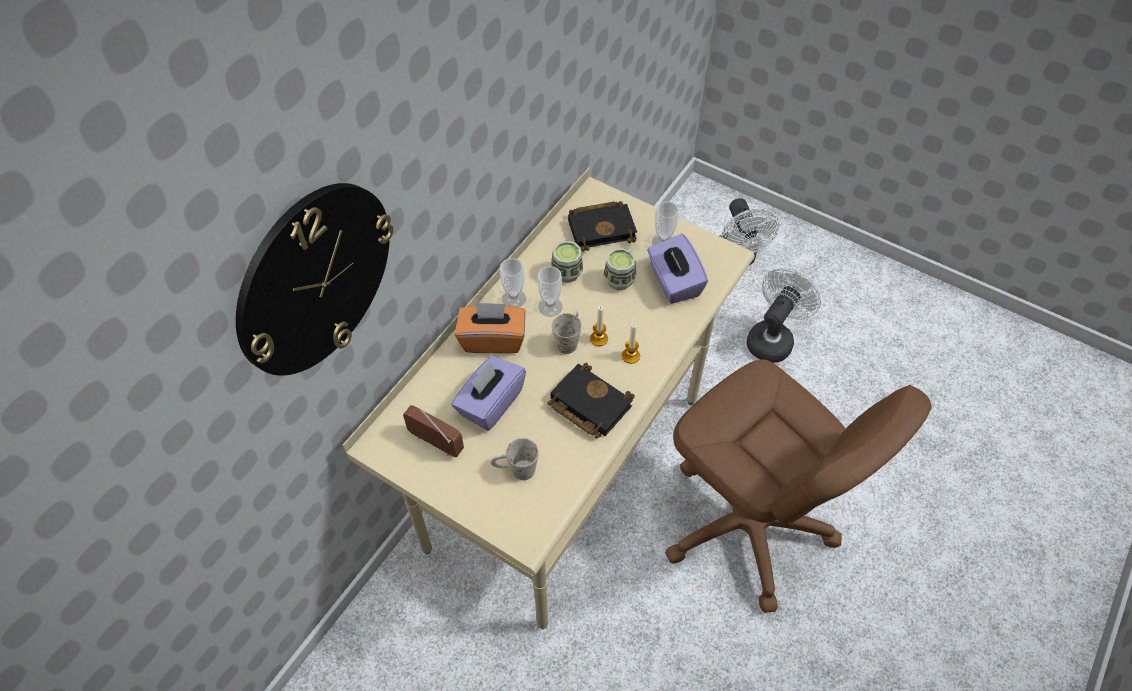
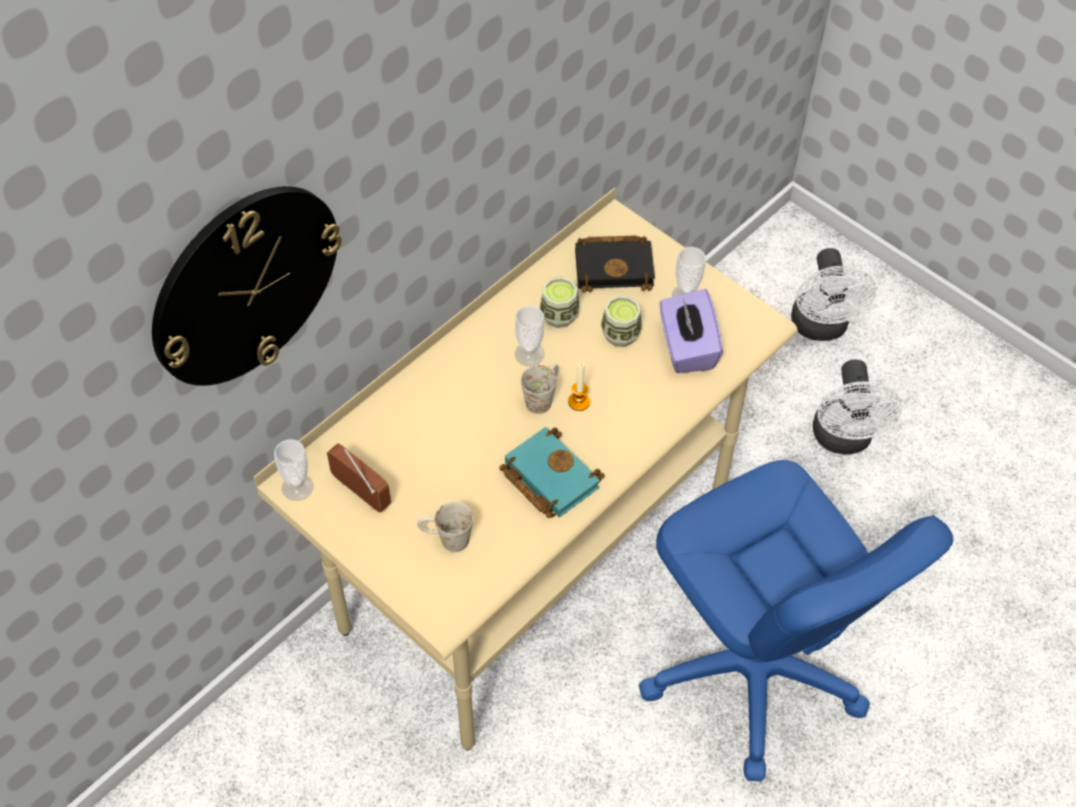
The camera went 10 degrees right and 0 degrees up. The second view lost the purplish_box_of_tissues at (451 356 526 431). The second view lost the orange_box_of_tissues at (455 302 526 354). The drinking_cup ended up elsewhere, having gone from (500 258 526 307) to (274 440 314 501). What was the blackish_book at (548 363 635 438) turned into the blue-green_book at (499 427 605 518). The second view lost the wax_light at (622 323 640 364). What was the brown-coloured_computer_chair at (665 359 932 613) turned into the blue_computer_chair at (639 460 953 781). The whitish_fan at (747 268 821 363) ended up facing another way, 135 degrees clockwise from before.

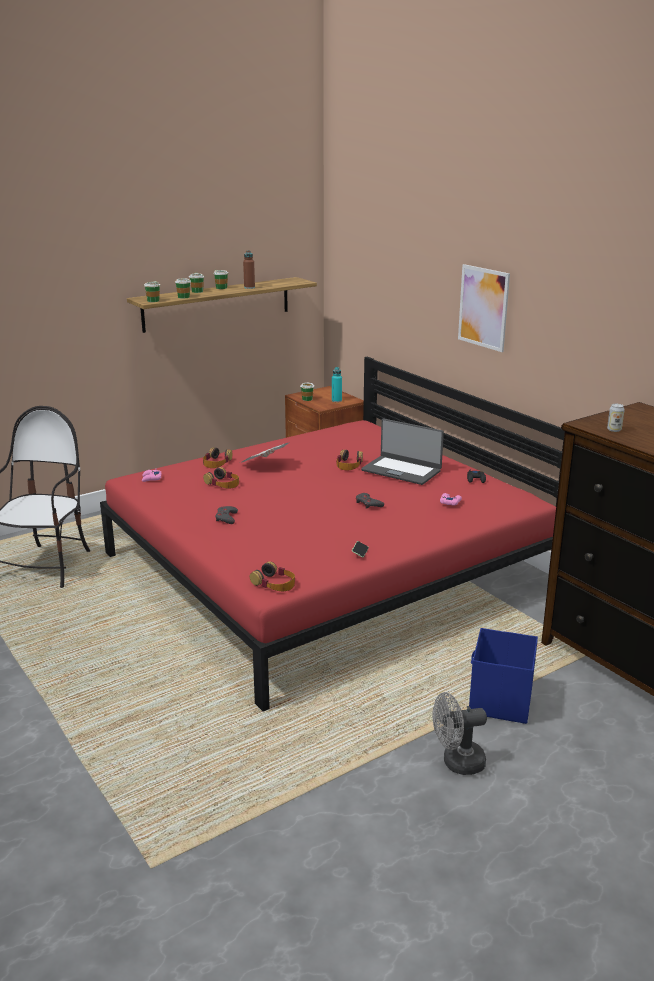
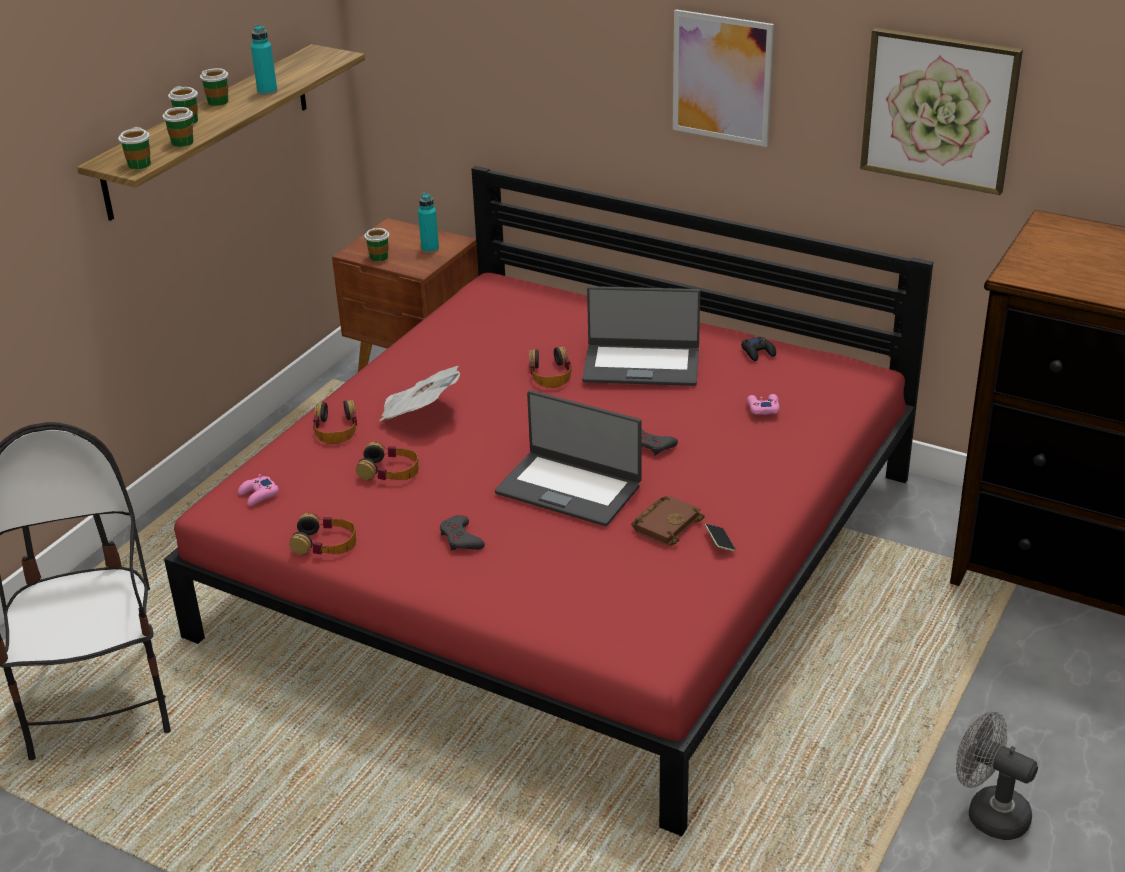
The camera went 25 degrees left and 10 degrees up. What was the brown-coloured_drink_bottle at (243 250 255 289) turned into the blue-green_drink_bottle at (251 25 277 95). The headphones ended up elsewhere, having gone from (250 561 295 591) to (289 513 356 555). The grey_fan at (432 692 487 775) ended up facing another way, 75 degrees clockwise from before. The second view lost the blue_storage_box at (469 628 538 724). The second view lost the sealed_can at (607 404 625 432). The second view gained the notebook_computer at (495 390 642 526). The second view gained the brown-coloured_book at (631 496 705 546). The second view gained the wall_art at (860 28 1023 195).

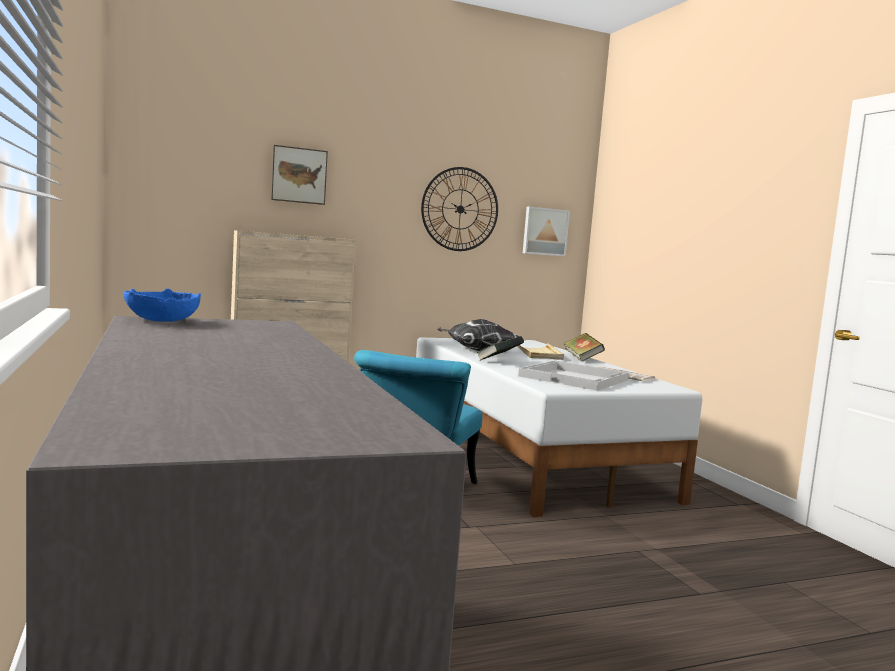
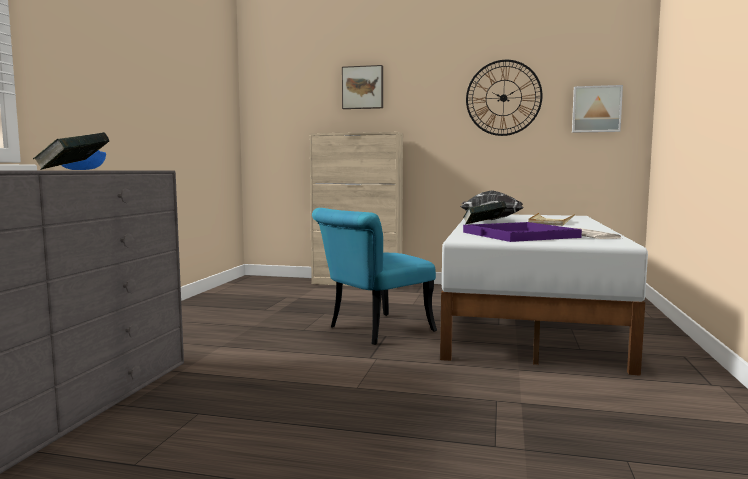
The camera went 35 degrees right and 0 degrees up. What was the whitish_carrying_tray at (518 360 629 391) turned into the purplish_carrying_tray at (463 222 582 242). The book ended up elsewhere, having gone from (563 333 605 362) to (33 132 110 170).

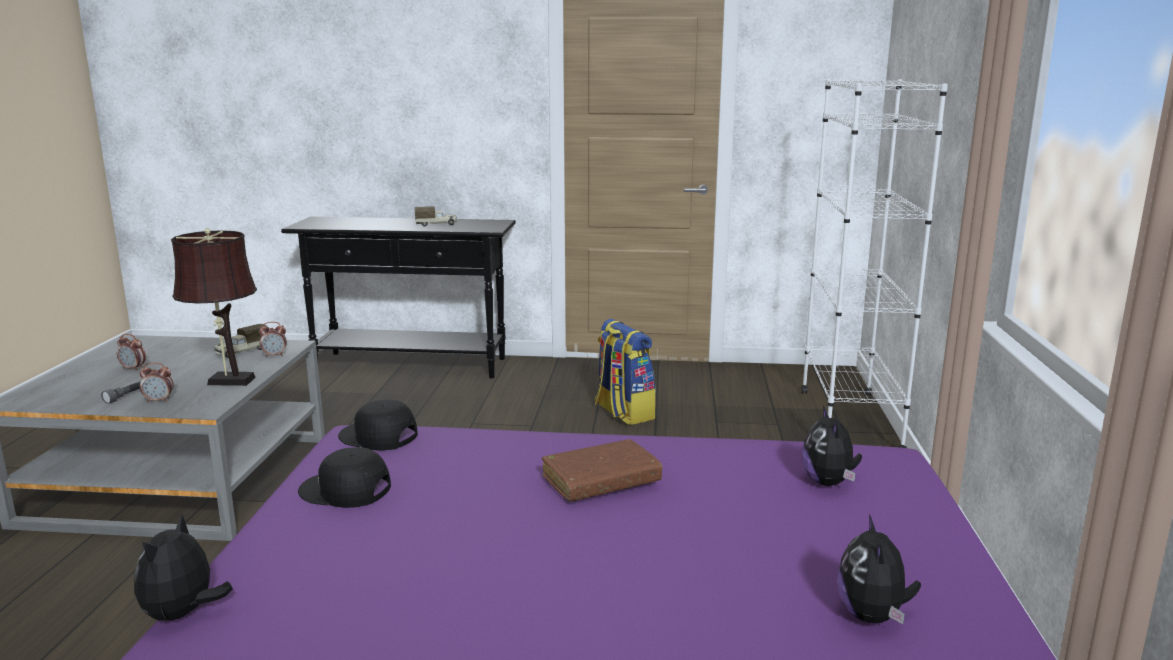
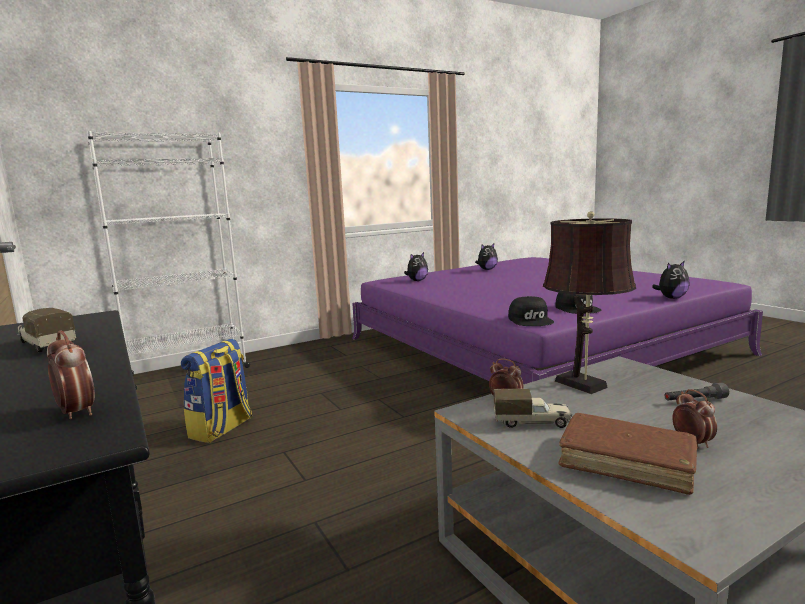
The camera went 125 degrees left and 5 degrees down. The alarm_clock ended up elsewhere, having gone from (140 363 174 403) to (47 330 95 419). The brown-coloured_book ended up elsewhere, having gone from (542 439 663 501) to (559 413 697 495).

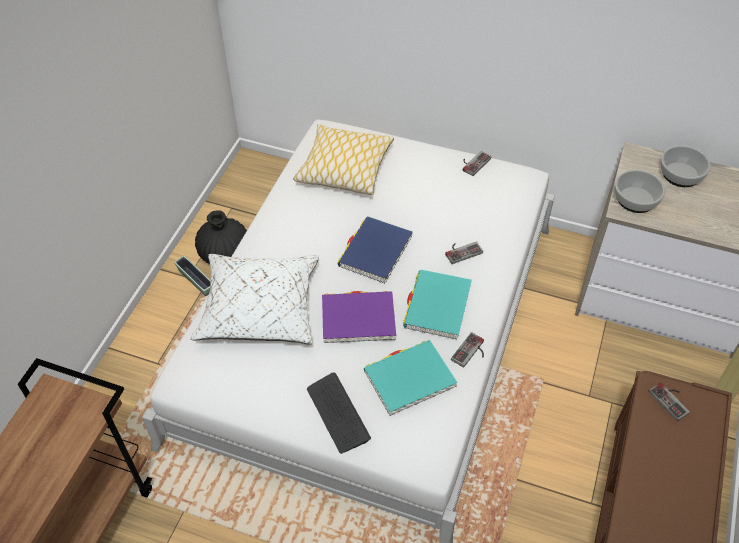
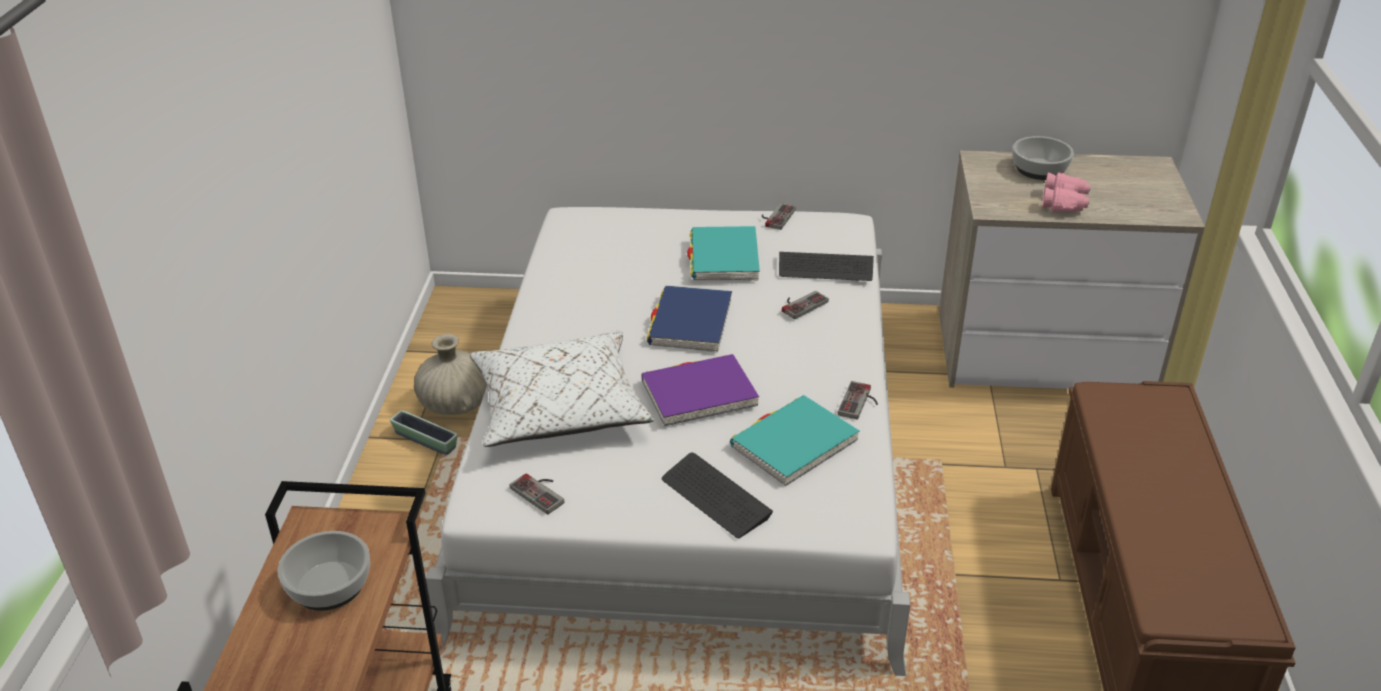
The camera went 15 degrees left and 15 degrees down. What was the blackish_flower_vase at (195 210 247 264) turned into the sand-coloured_flower_vase at (414 334 487 415). The second view lost the pillow at (293 124 394 195). The blue-green_book ended up elsewhere, having gone from (403 270 472 340) to (687 226 760 281). The serving_bowl ended up elsewhere, having gone from (614 170 665 213) to (277 531 370 611). The gamepad ended up elsewhere, having gone from (648 382 690 421) to (510 473 564 514). The second view gained the PC_keyboard at (779 252 874 281). The second view gained the pink_field_glasses at (1042 172 1091 213).

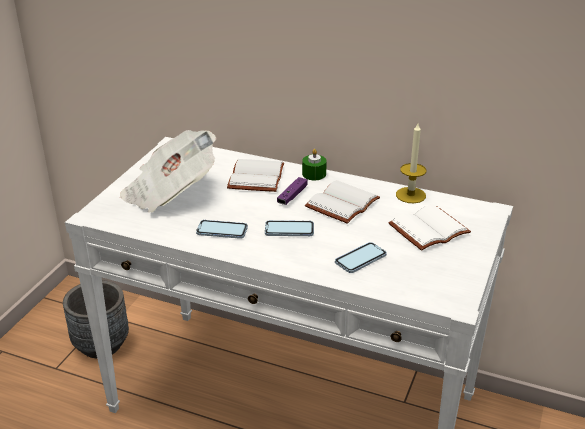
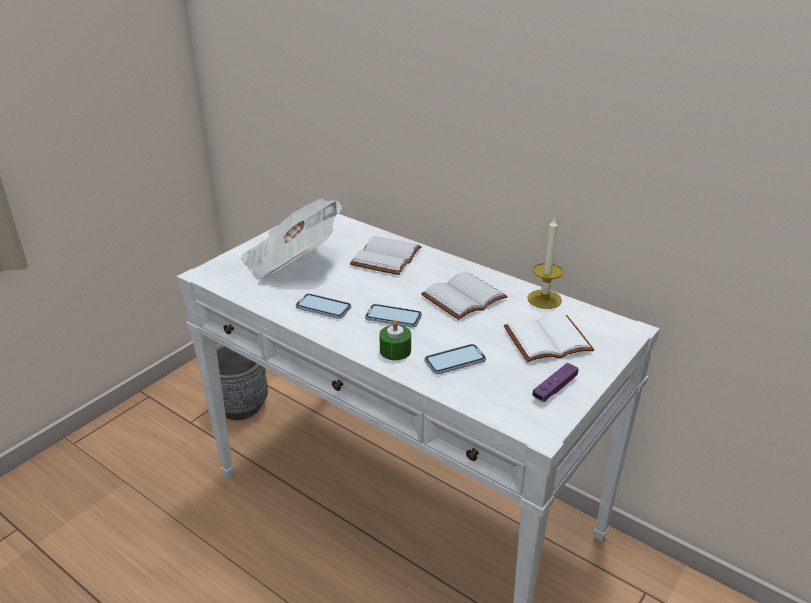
The camera went 15 degrees right and 0 degrees up. The purplish_gamepad ended up elsewhere, having gone from (277 177 308 205) to (532 363 579 402). The green-coloured_wax_light ended up elsewhere, having gone from (302 149 327 180) to (379 319 411 360).

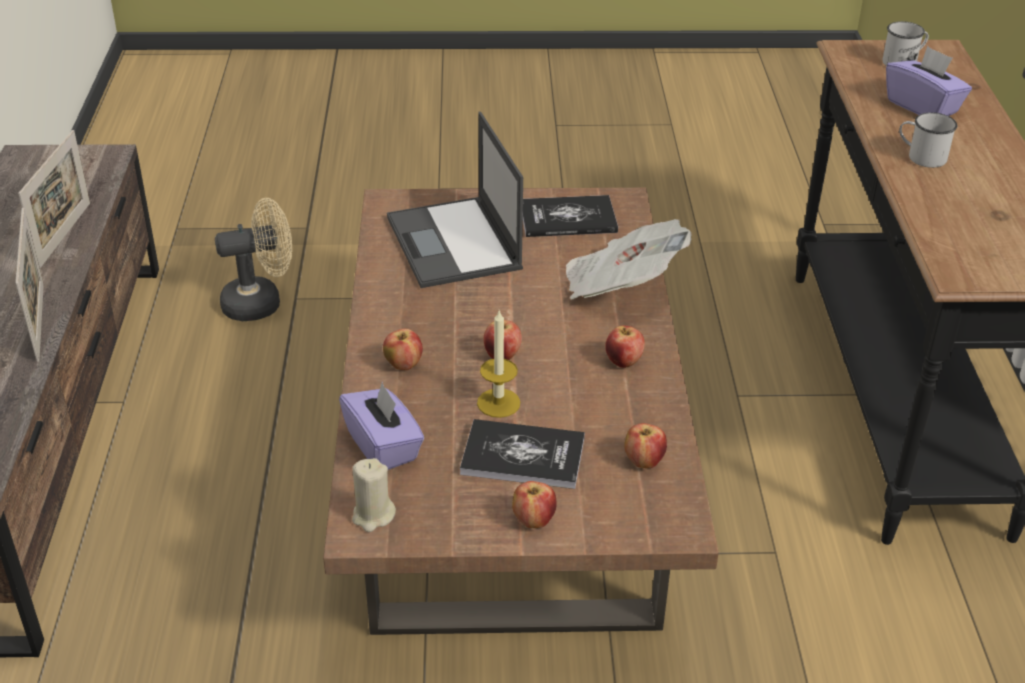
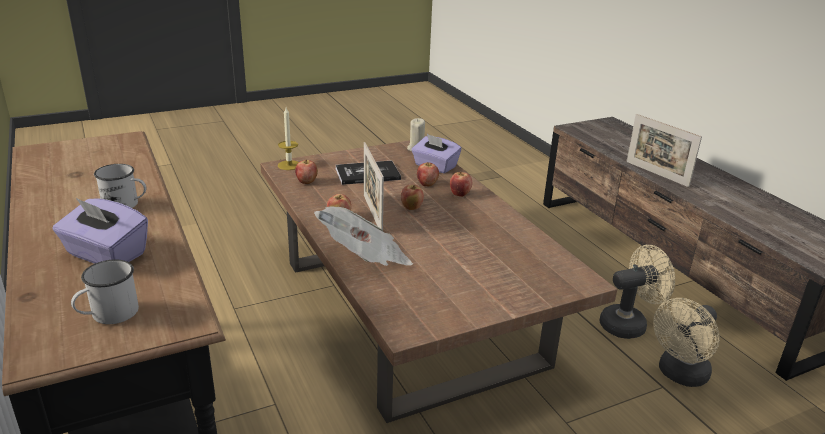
The camera went 155 degrees right and 10 degrees down. The photo_frame ended up elsewhere, having gone from (18 130 90 268) to (364 142 384 230). The second view lost the notebook_computer at (387 112 523 288). The wax_light ended up elsewhere, having gone from (477 311 521 418) to (278 107 299 170). The apple_fruit ended up elsewhere, having gone from (512 481 557 528) to (417 162 439 186). The second view lost the book at (523 195 618 237). The second view gained the sand-coloured_fan at (599 245 675 339).

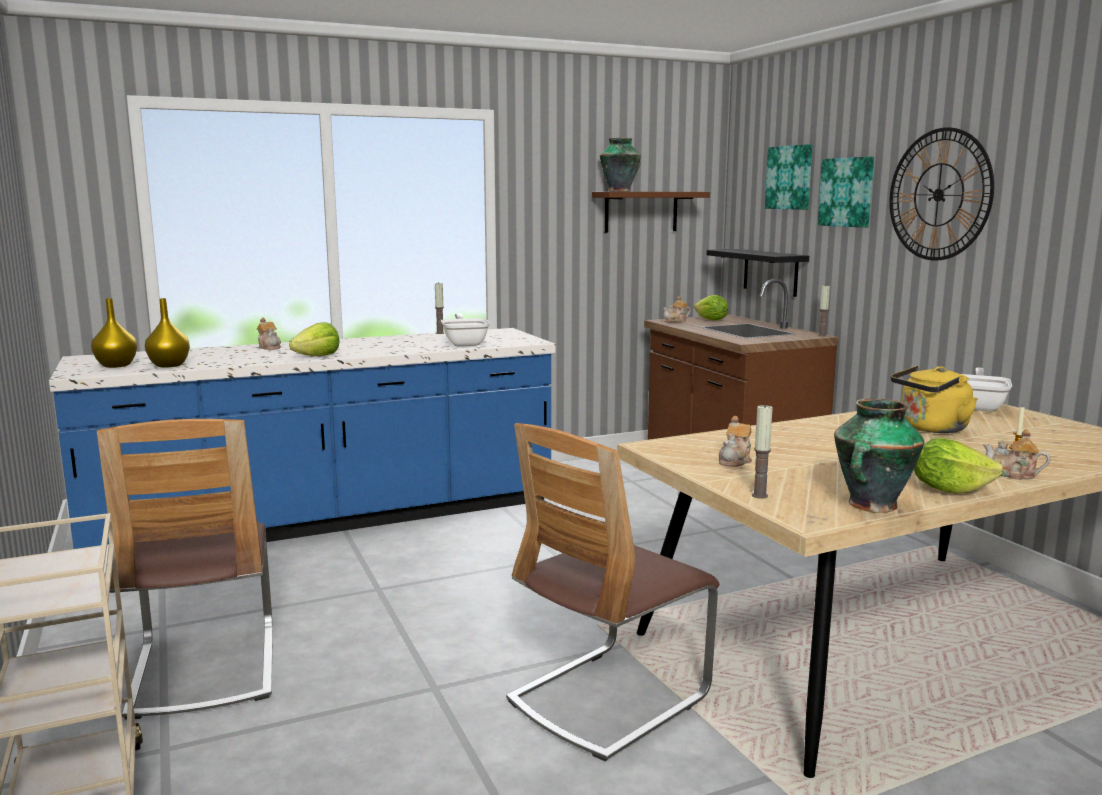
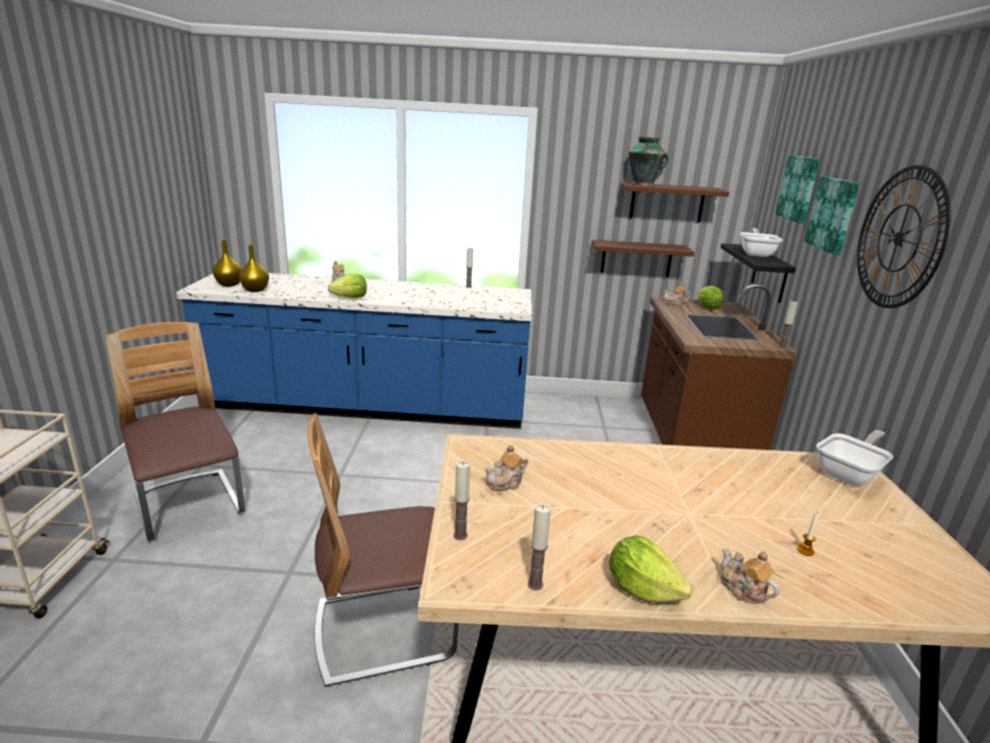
The camera went 25 degrees right and 10 degrees up. The upright_chair at (97 419 273 720) ended up facing another way, 135 degrees clockwise from before. The pan ended up elsewhere, having gone from (441 313 490 347) to (740 228 783 257). Where the flower_vase stood at (834 398 924 513), the wax_light came to stand at (527 504 551 590). The second view lost the yellow_kettle at (891 366 978 433). The second view gained the brown-coloured_wall_shelf at (591 240 694 277).

